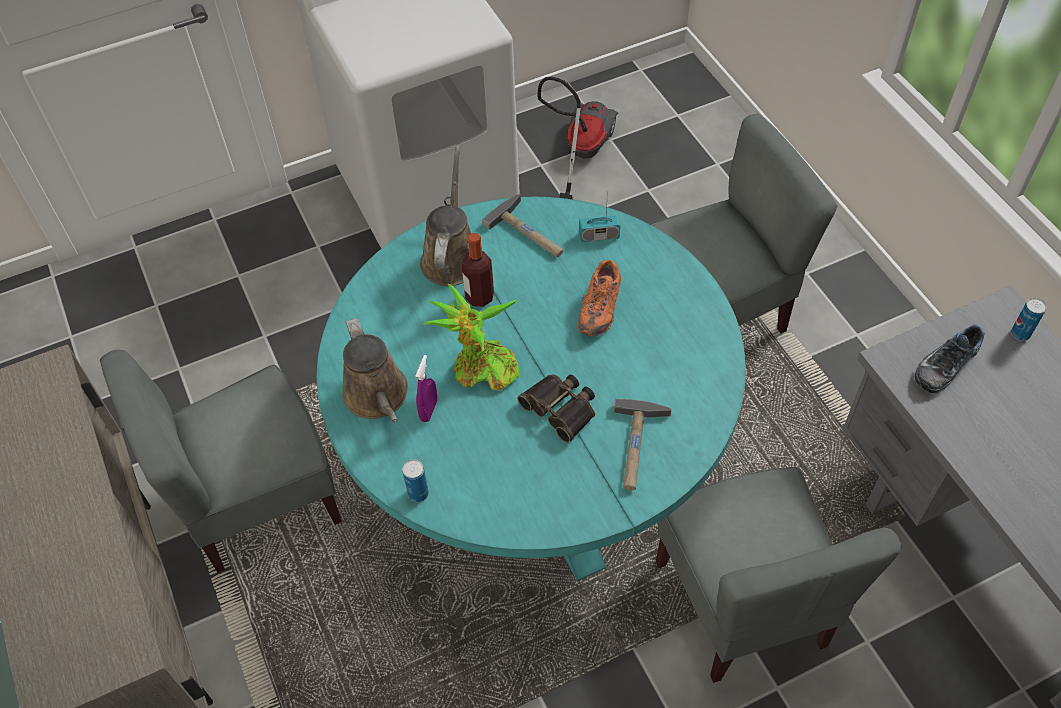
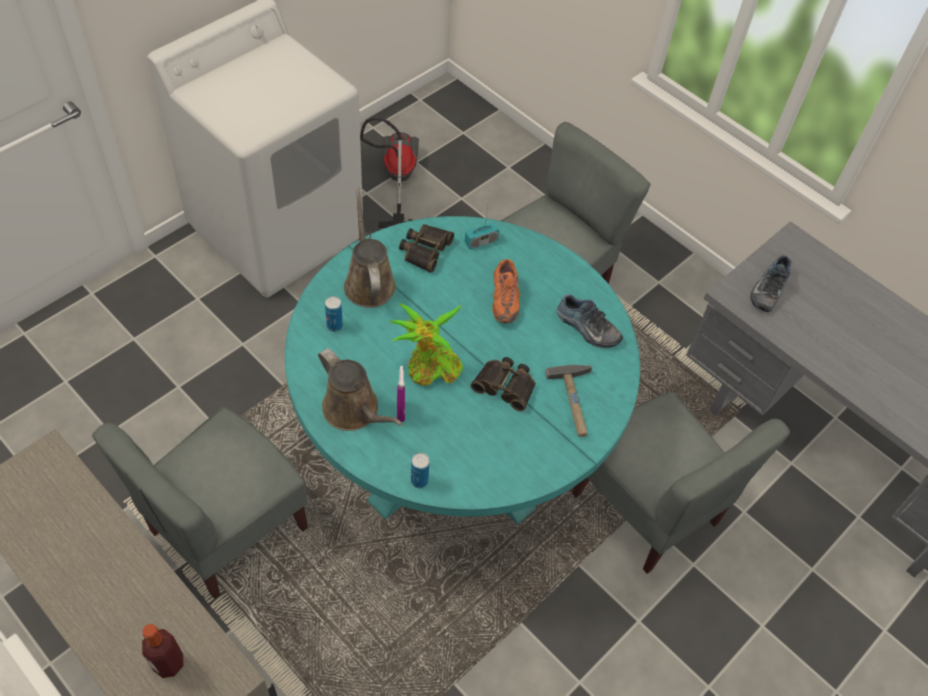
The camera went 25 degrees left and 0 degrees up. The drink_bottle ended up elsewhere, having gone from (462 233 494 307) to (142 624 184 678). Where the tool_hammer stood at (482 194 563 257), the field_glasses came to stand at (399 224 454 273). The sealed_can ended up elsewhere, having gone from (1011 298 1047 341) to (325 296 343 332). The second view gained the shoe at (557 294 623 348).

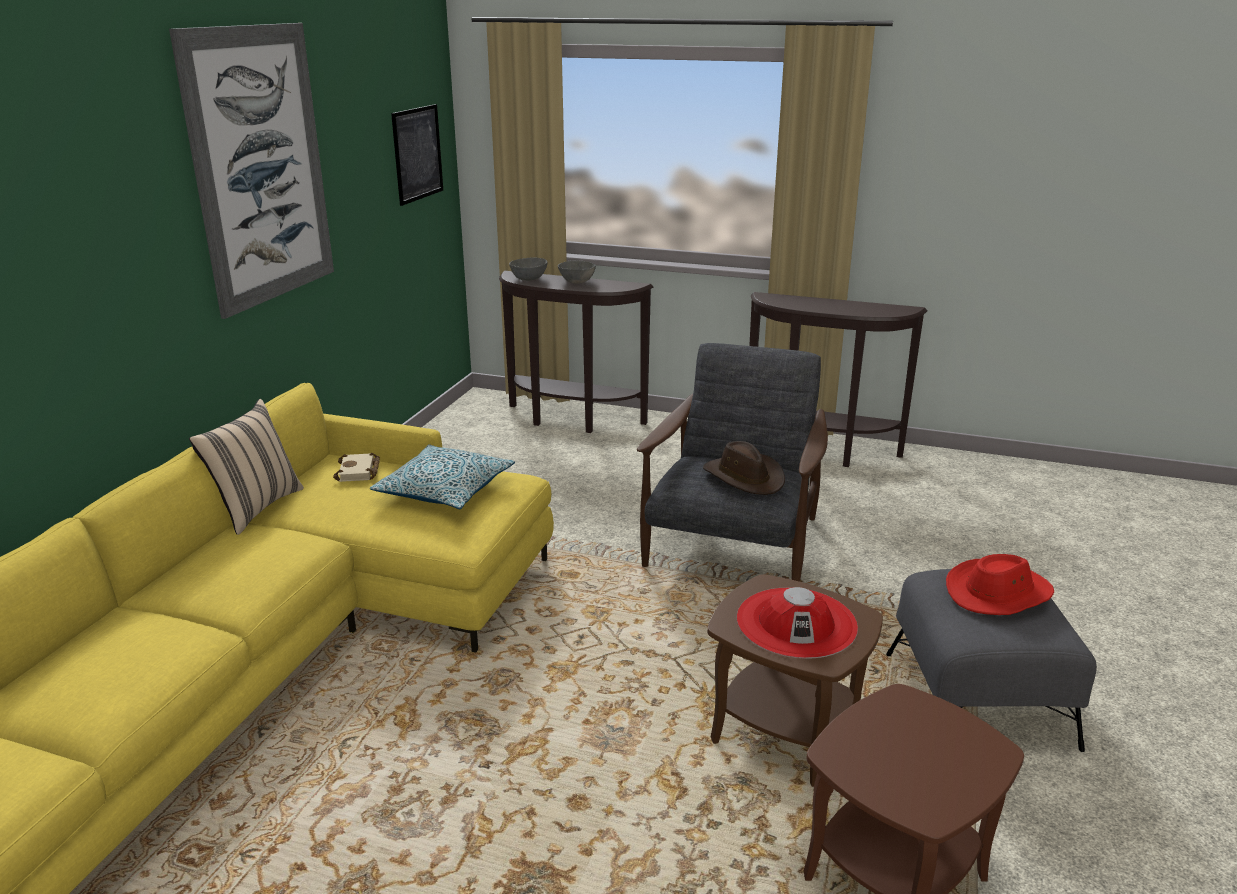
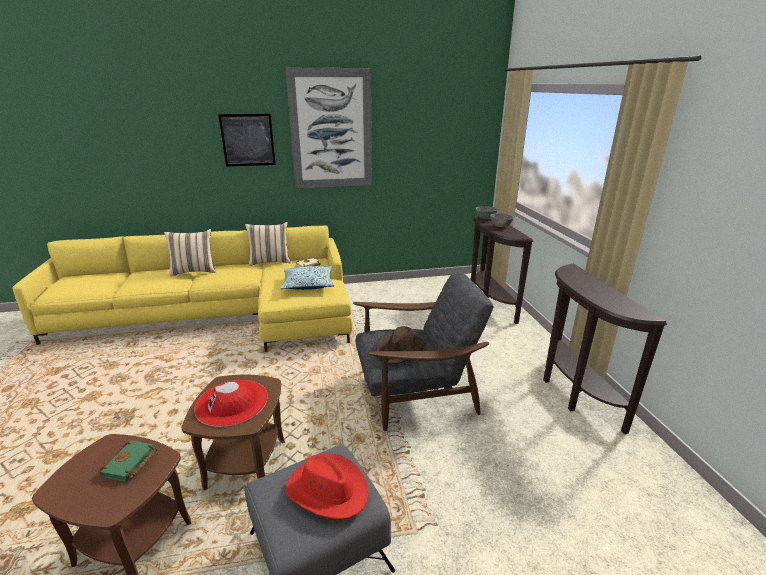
The camera went 60 degrees right and 0 degrees up. The wall_art ended up elsewhere, having gone from (391 104 443 206) to (218 114 276 167). The second view gained the green-coloured_book at (98 441 158 482). The second view gained the sand-coloured_pillow at (164 229 216 276).

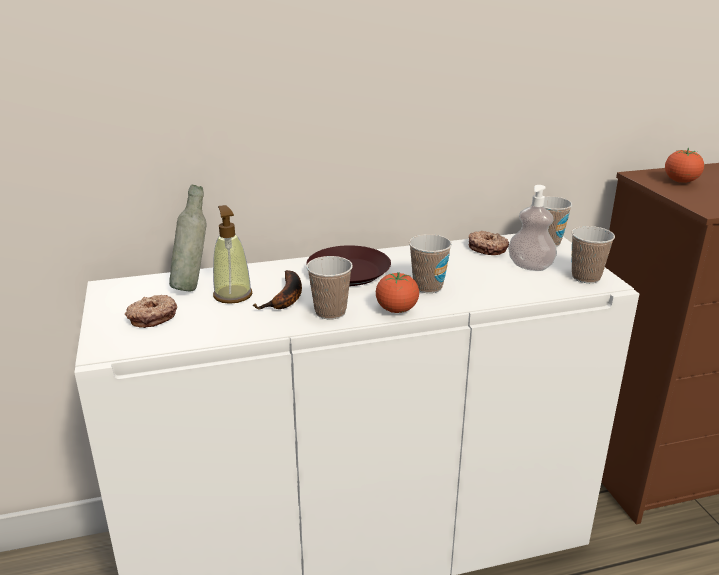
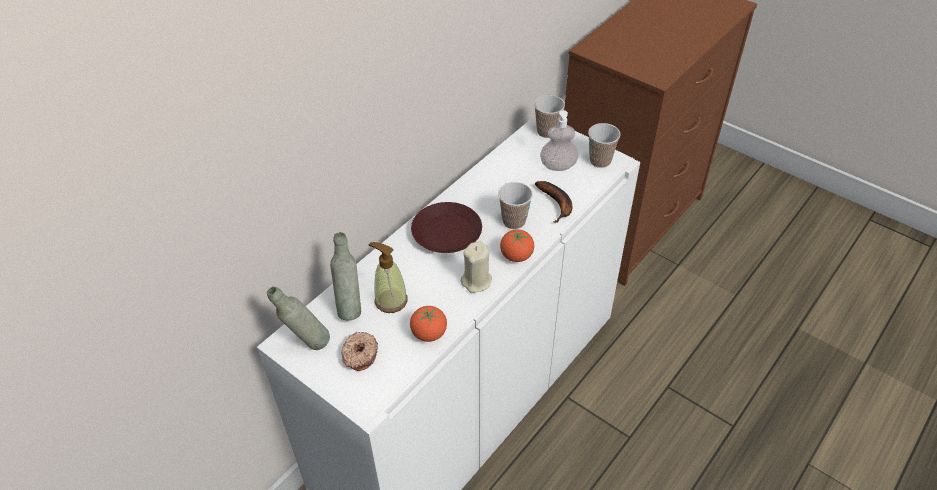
The camera went 35 degrees left and 20 degrees up. The whole_banana ended up elsewhere, having gone from (253 270 302 310) to (535 181 572 223). Where the drinking_cup stood at (307 256 353 319), the sand-coloured_wax_light came to stand at (460 241 492 293). The second view lost the ring_doughnut at (469 231 509 255). The fresh_tomato ended up elsewhere, having gone from (665 148 704 183) to (410 305 447 342). The second view gained the grey_drink_bottle at (267 287 330 350).

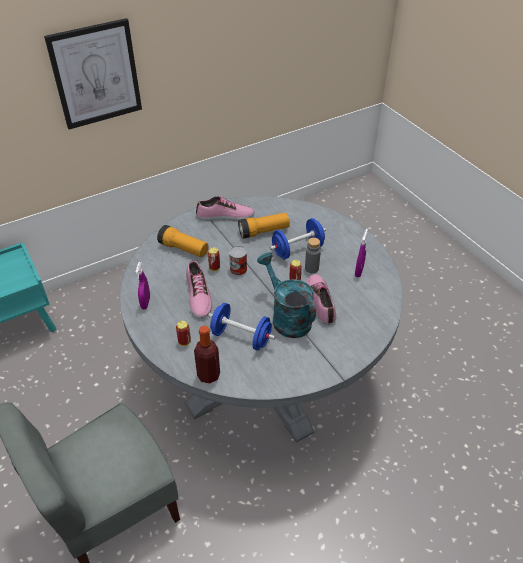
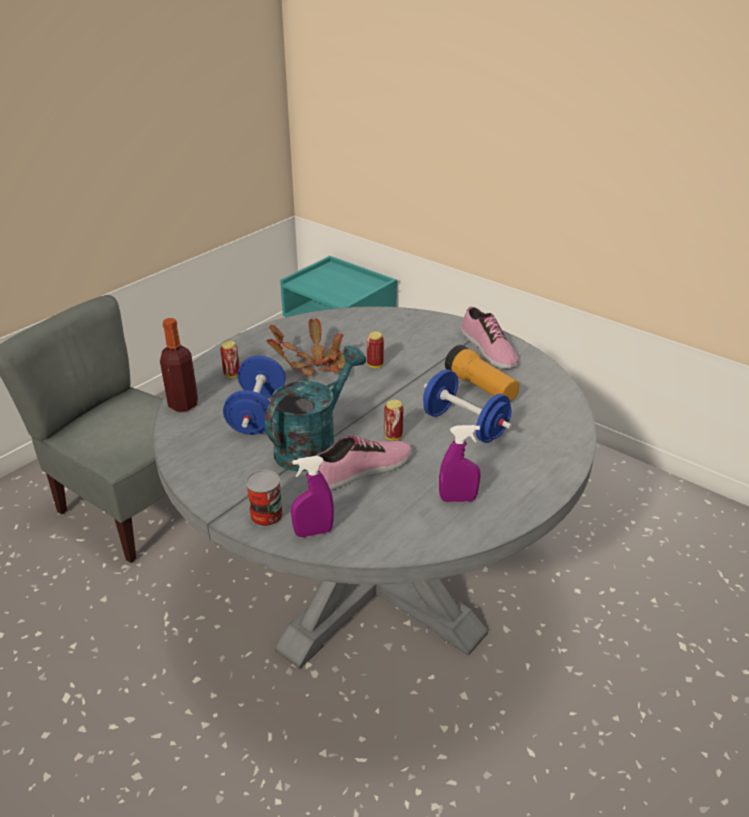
The camera went 70 degrees right and 10 degrees down. The second view lost the wall_art at (44 18 142 130). The purplish_sprayer ended up elsewhere, having gone from (136 262 150 309) to (291 456 334 537). The second view lost the flashlight at (157 225 209 258). Where the shoe stood at (186 261 212 318), the houseplant came to stand at (266 317 346 376). The sealed_can ended up elsewhere, having gone from (229 246 247 276) to (246 470 283 527). The second view lost the grey_drink_bottle at (305 238 321 273).

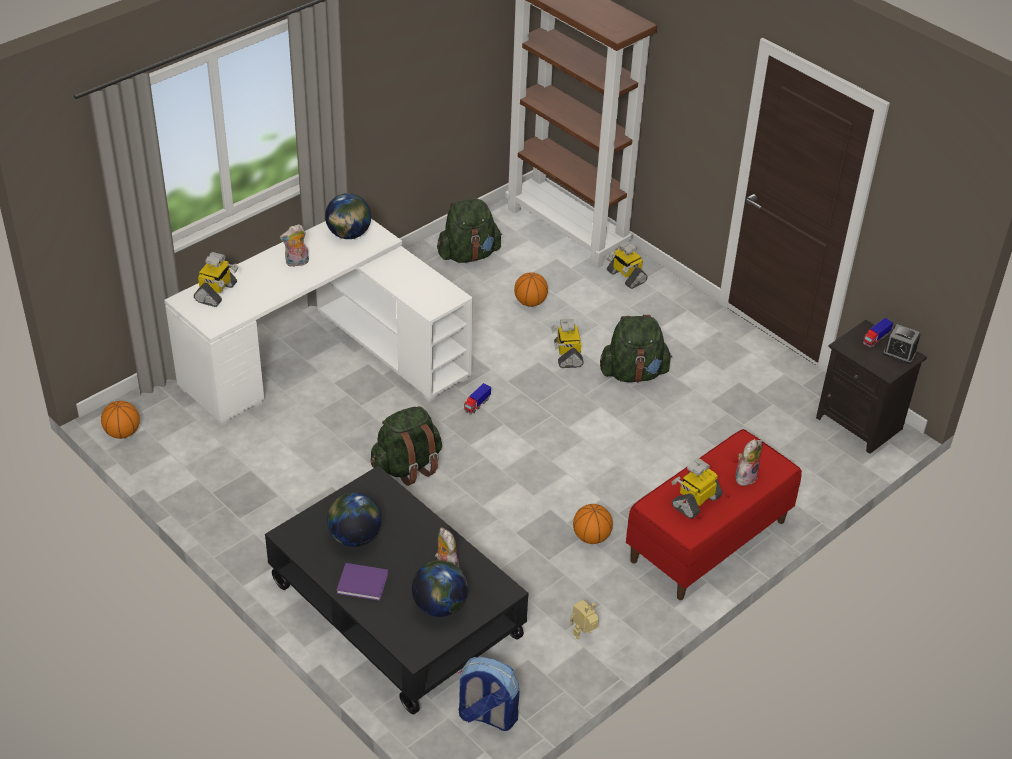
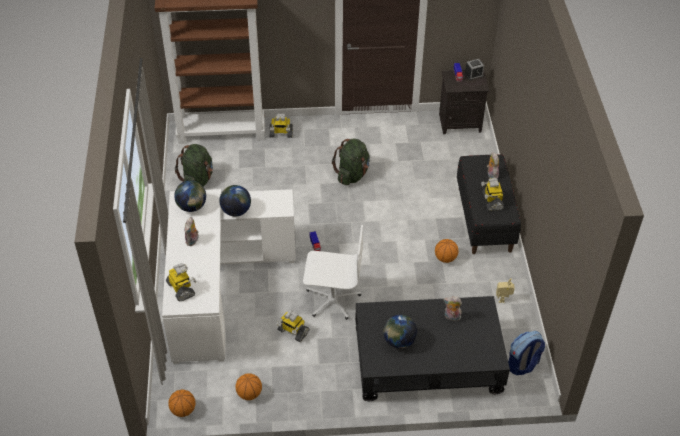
The camera went 50 degrees left and 5 degrees up. The second view lost the purplish_book at (336 563 388 601). Where the green-coloured_rucksack stood at (371 406 442 486), the whitish_computer_chair came to stand at (303 225 363 320). The globe ended up elsewhere, having gone from (412 560 468 617) to (219 185 251 217). The ball_for_basketball ended up elsewhere, having gone from (514 272 548 307) to (236 373 262 400). The robot_figure ended up elsewhere, having gone from (551 319 584 368) to (277 310 310 342). What was the reddish_long_seat at (626 429 802 600) turned into the blackish_long_seat at (457 154 521 254).

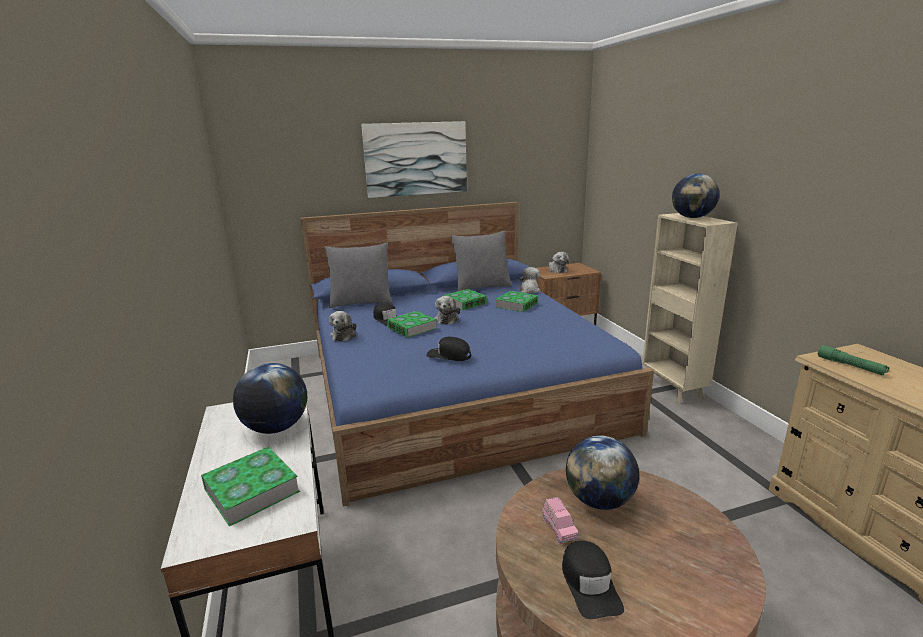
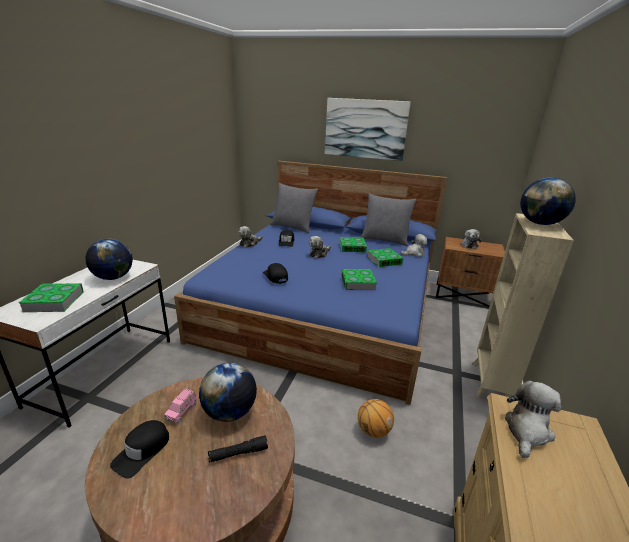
The camera went 35 degrees right and 5 degrees up. The book ended up elsewhere, having gone from (387 311 437 338) to (341 269 377 290). Where the green-coloured_flashlight stood at (818 345 889 375), the plush_toy came to stand at (505 381 561 458). The second view gained the blackish_flashlight at (208 435 268 463). The second view gained the ball_for_basketball at (358 399 394 438).

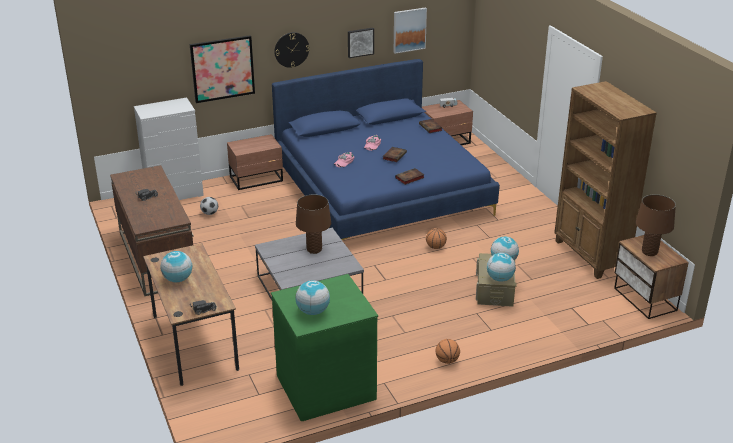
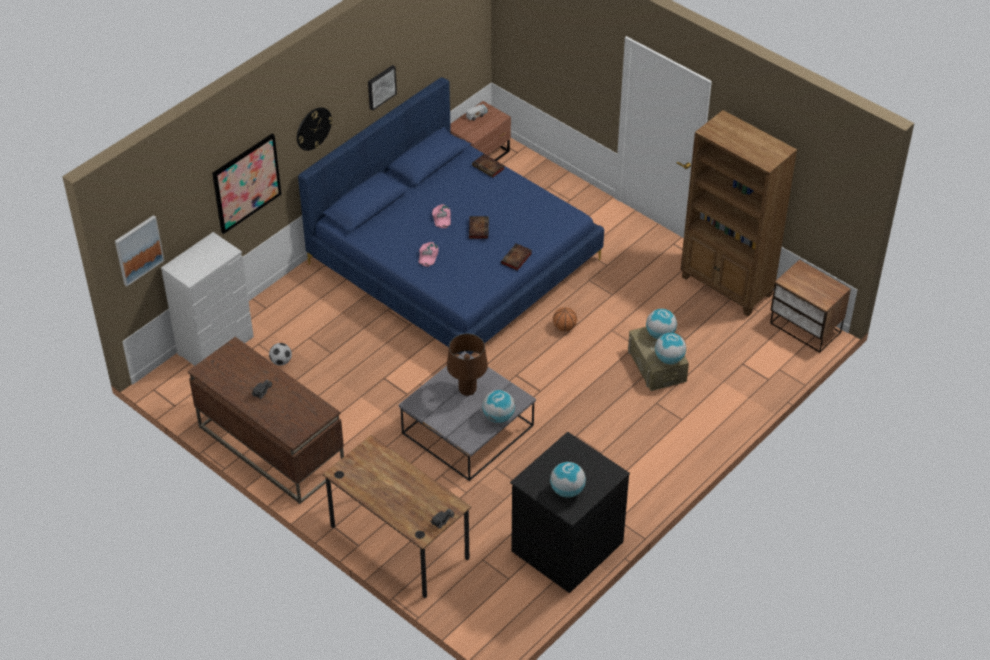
The camera went 25 degrees left and 15 degrees up. The globe ended up elsewhere, having gone from (160 251 192 282) to (482 390 515 423). The second view lost the brown-coloured_nightstand at (227 134 283 190). What was the green-coloured_dresser at (271 274 378 421) turned into the blackish_dresser at (510 432 630 593). The wall_art ended up elsewhere, having gone from (394 7 427 54) to (115 215 164 286). The second view lost the ball_for_basketball at (435 339 460 364). The second view lost the brown-coloured_tabletop_lamp at (636 194 676 256).

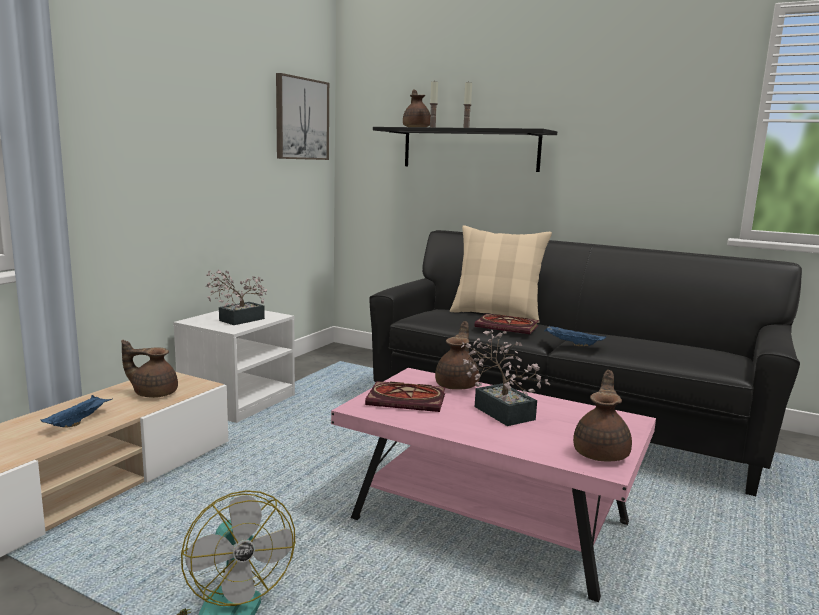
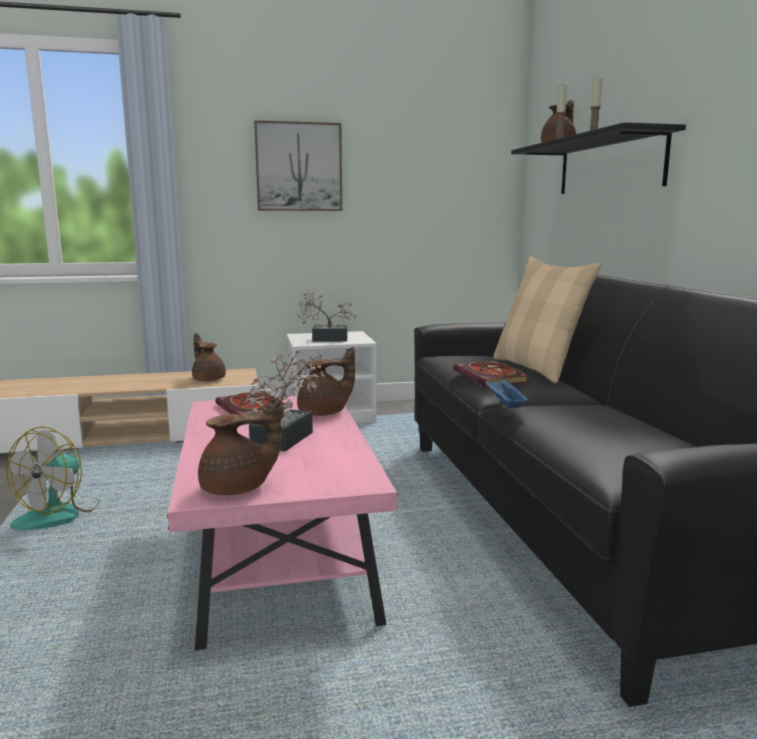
The camera went 50 degrees right and 0 degrees up. The second view lost the blue_carrying_tray at (41 395 113 428). The wall_art ended up elsewhere, having gone from (276 73 329 160) to (254 120 342 211).

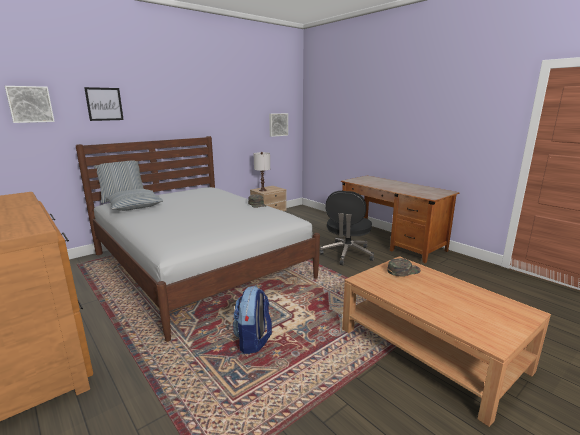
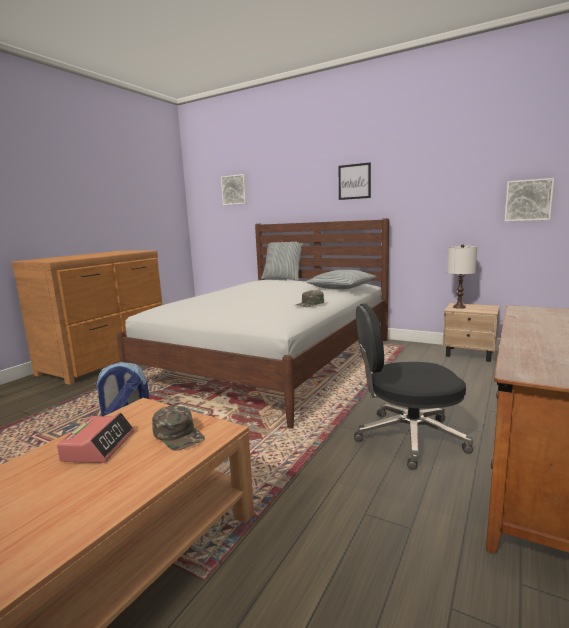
The camera went 70 degrees right and 5 degrees down. The wall_art ended up elsewhere, having gone from (84 87 124 121) to (339 162 371 200). The pillow ended up elsewhere, having gone from (105 189 163 211) to (306 270 377 289). The second view gained the alarm_clock at (57 413 134 463).

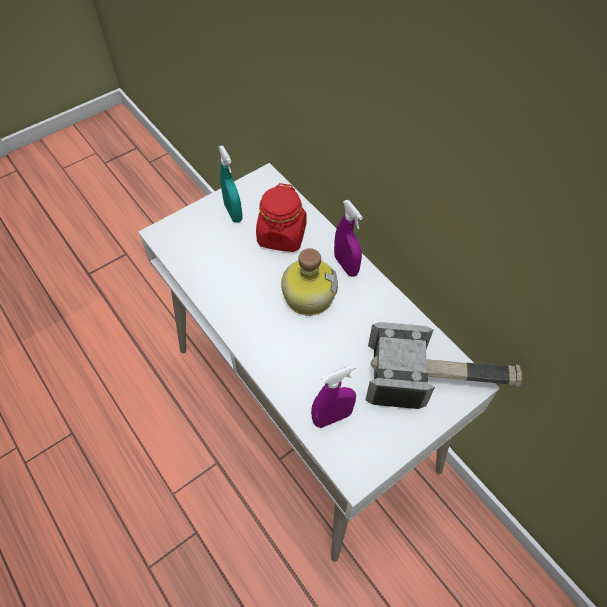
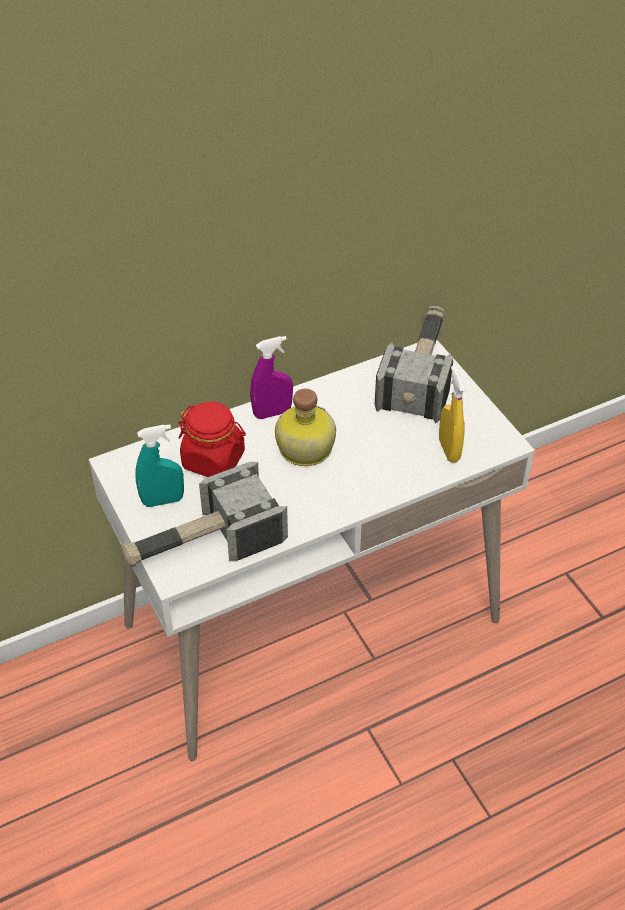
The camera went 80 degrees left and 10 degrees down. What was the purplish_sprayer at (311 364 356 428) turned into the yellow_sprayer at (439 366 465 463). The second view gained the tool_hammer at (121 462 288 567).

